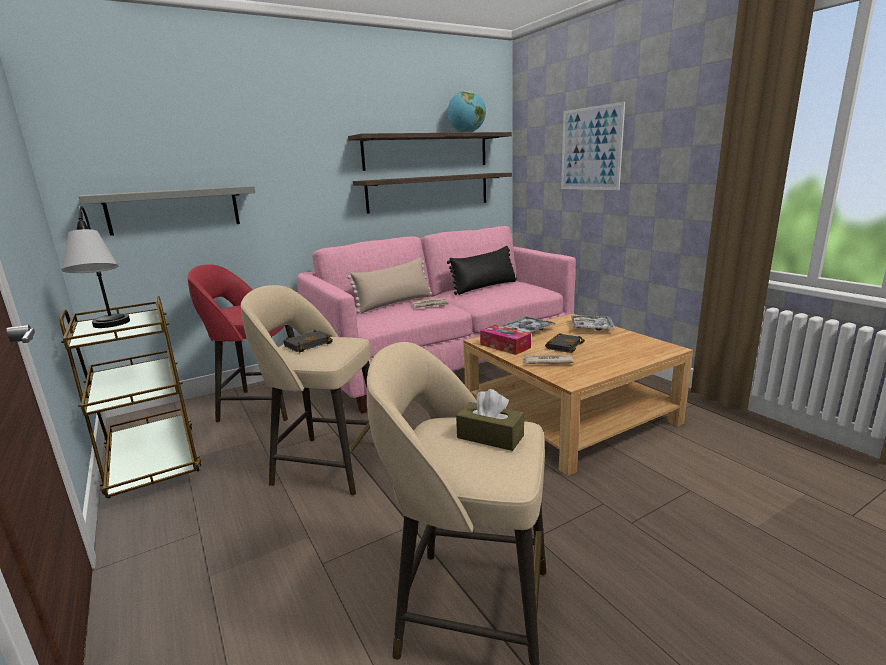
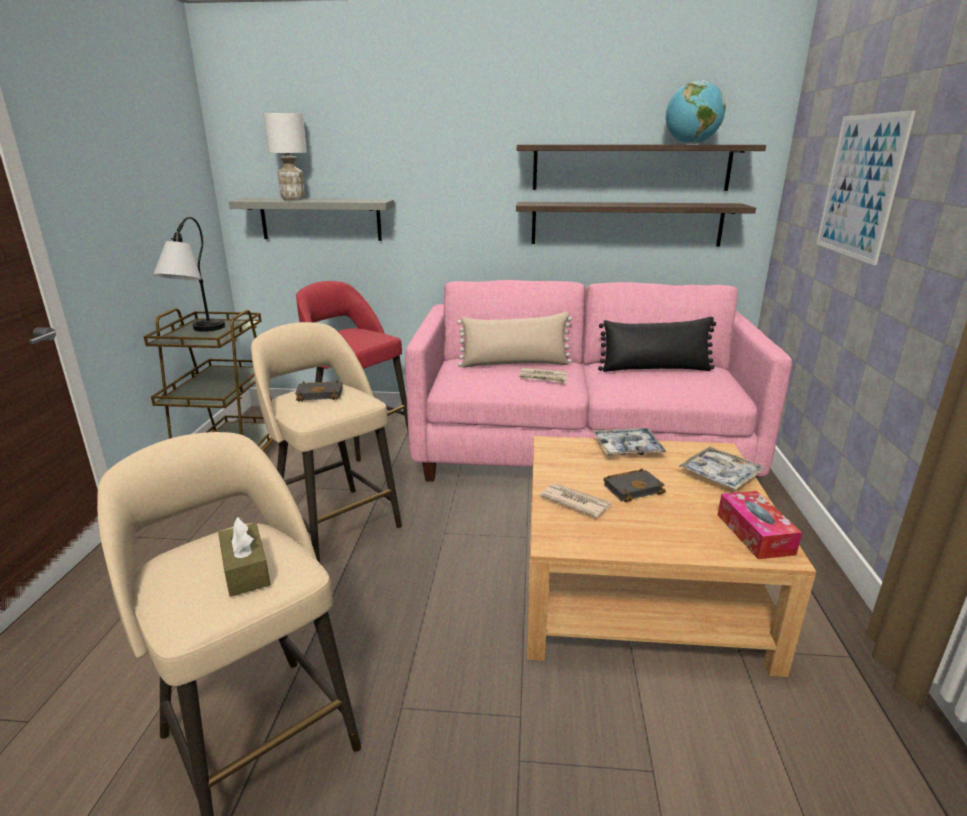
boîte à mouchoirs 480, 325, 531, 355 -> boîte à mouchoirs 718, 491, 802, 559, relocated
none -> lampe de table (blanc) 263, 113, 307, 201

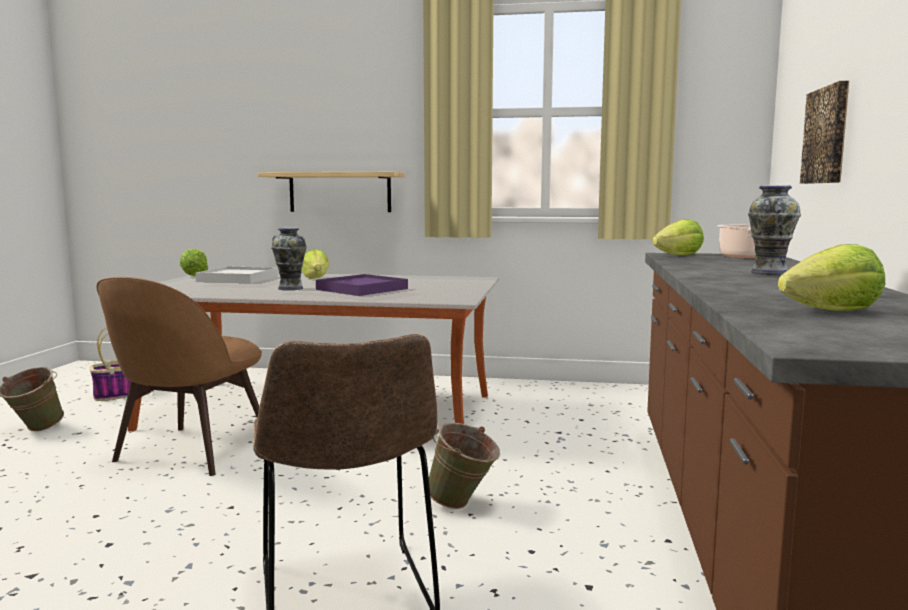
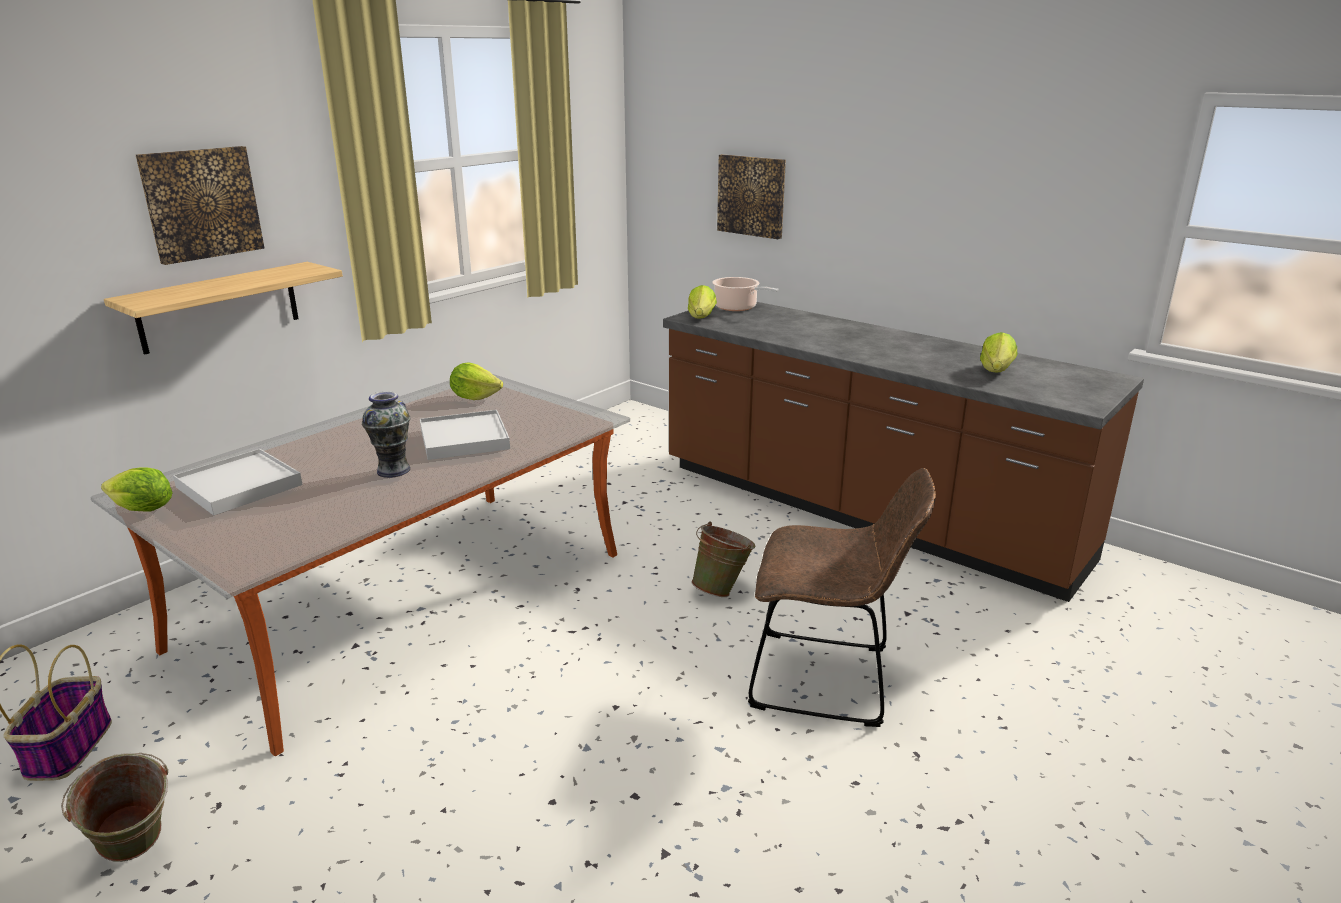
vase 748, 185, 801, 275 -> none
laitue 302, 249, 329, 279 -> laitue 450, 362, 503, 400, relocated
plateau (violet) 316, 274, 408, 296 -> plateau (blanc) 420, 410, 510, 460
chaise (marron) 97, 277, 262, 476 -> none
none -> tableau 136, 146, 264, 265

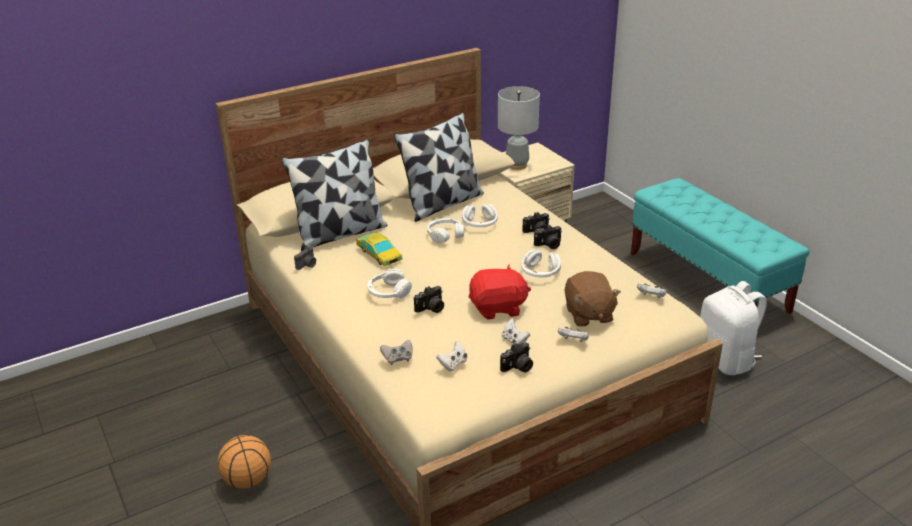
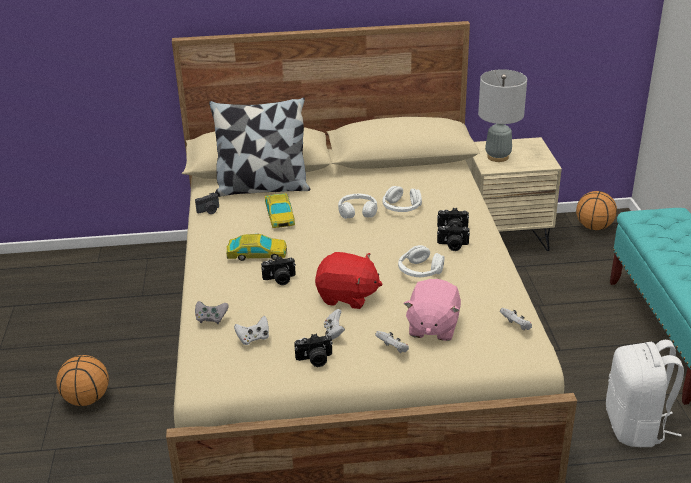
coussin 394, 112, 484, 222 -> none
casque audio (blanc) 367, 269, 412, 298 -> petite voiture 226, 234, 287, 261
peluche (marron) 565, 271, 621, 327 -> peluche (rose) 403, 279, 461, 341
none -> ballon de basket 576, 191, 617, 230

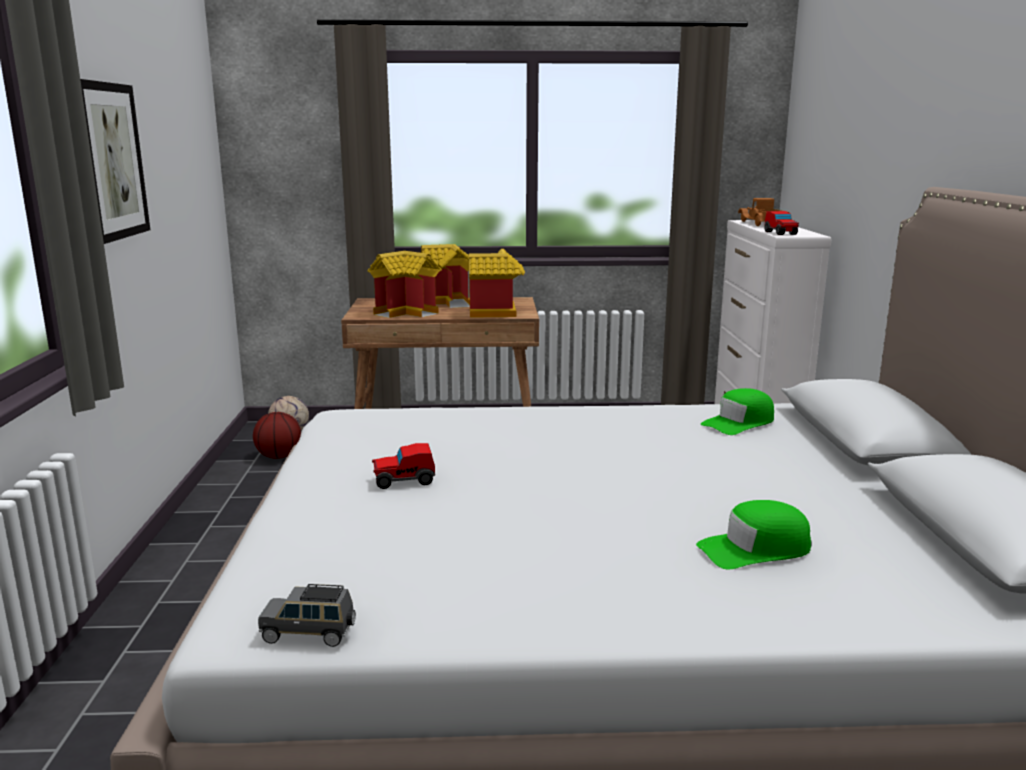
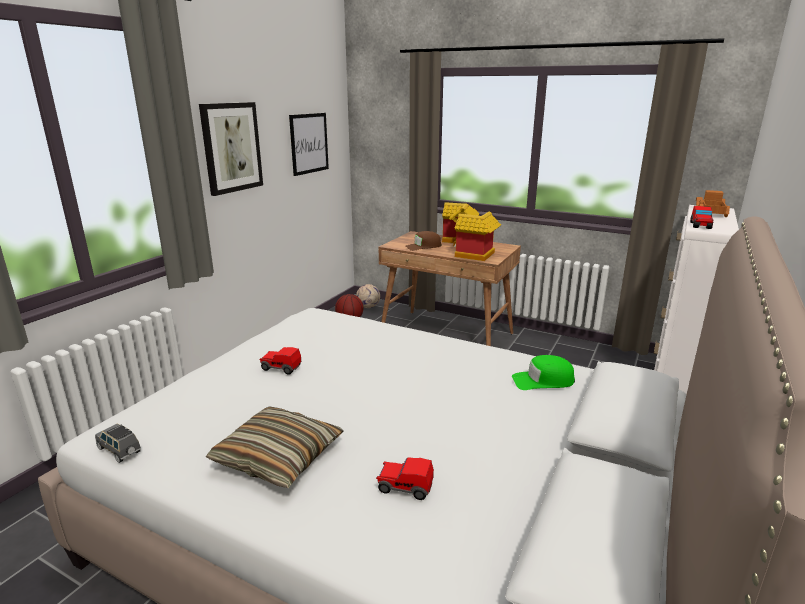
maison miniature 368, 251, 442, 318 -> casquette (marron) 405, 231, 441, 251
casquette (vert) 696, 500, 812, 570 -> petite voiture 376, 457, 434, 500
none -> tableau 289, 113, 329, 176
none -> coussin 205, 406, 344, 488

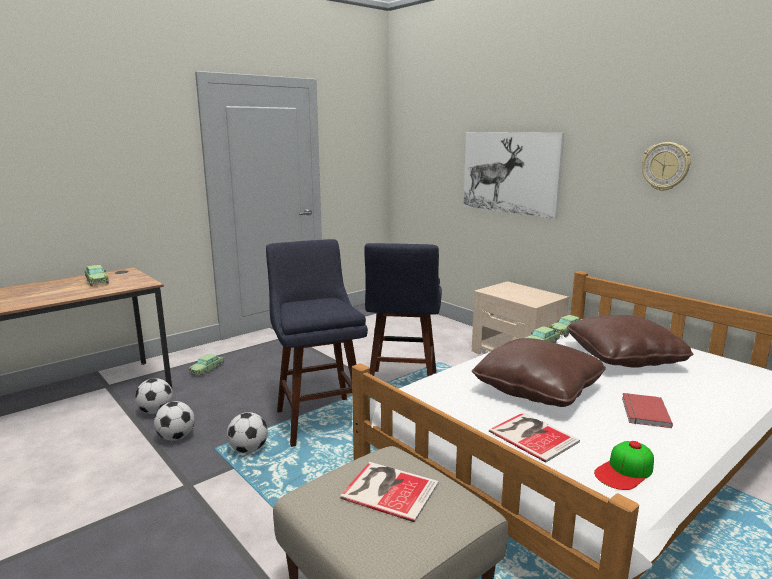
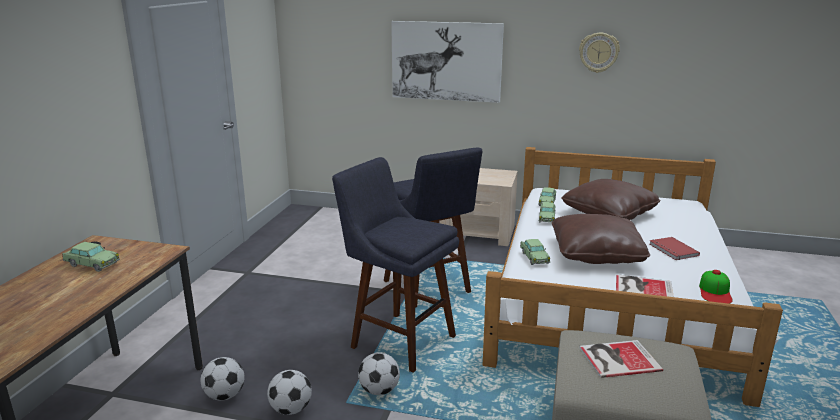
petite voiture 189, 354, 224, 376 -> petite voiture 520, 239, 550, 265, relocated

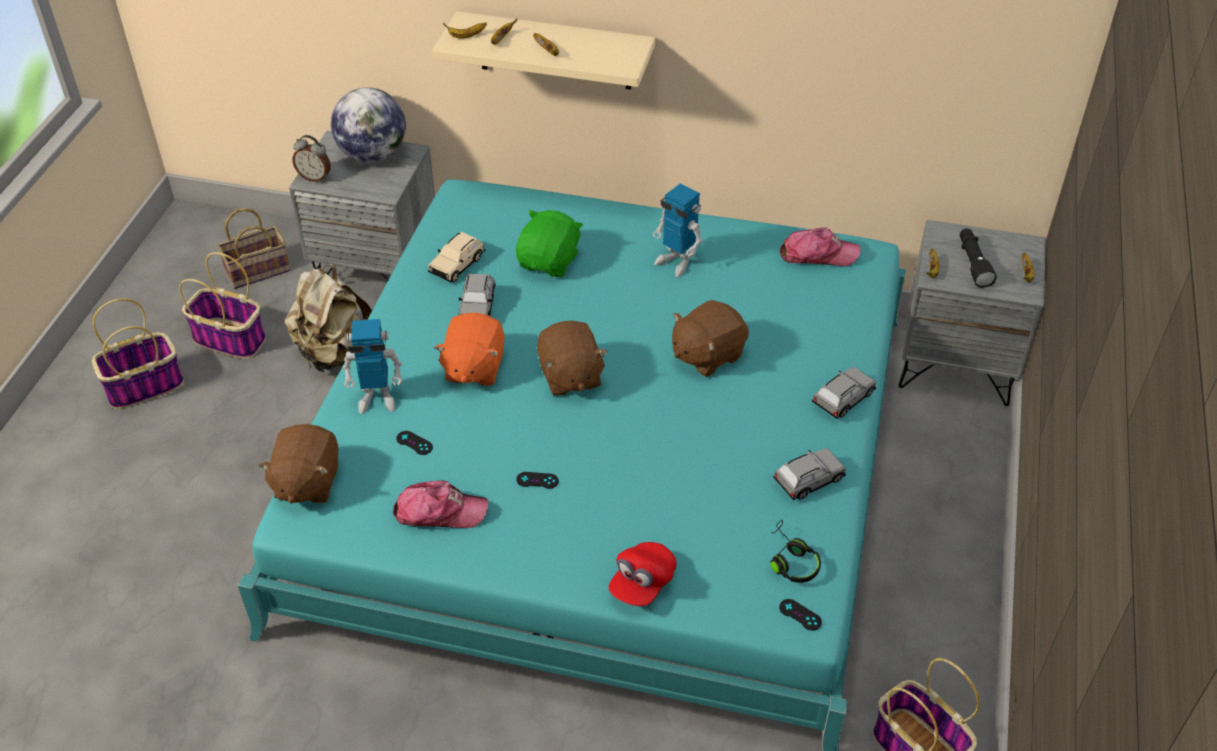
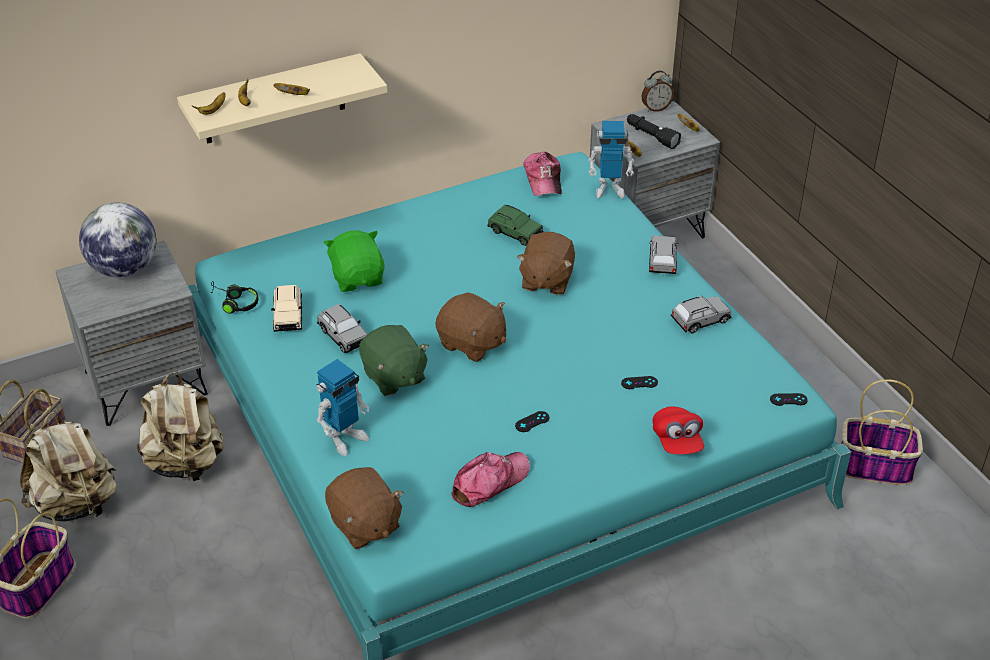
réveil 293, 135, 331, 182 -> réveil 641, 71, 674, 112, relocated
robot jouet 653, 183, 702, 277 -> robot jouet 588, 121, 634, 199, relocated
casquette 780, 227, 861, 266 -> casquette 523, 152, 562, 196, 120 degrees clockwise
panier 179, 252, 266, 359 -> sac à dos (beige) 20, 411, 117, 522
peluche (orange) 434, 313, 505, 386 -> peluche (vert) 359, 325, 429, 396
manette (noir) 396, 431, 433, 455 -> manette (noir) 621, 376, 658, 389, relocated
petite voiture (gris) 773, 448, 846, 500 -> petite voiture (gris) 671, 296, 731, 333, 45 degrees clockwise
casque audio (noir) 770, 520, 821, 583 -> casque audio (noir) 210, 281, 258, 314, relocated
none -> petite voiture (vert) 487, 205, 544, 246

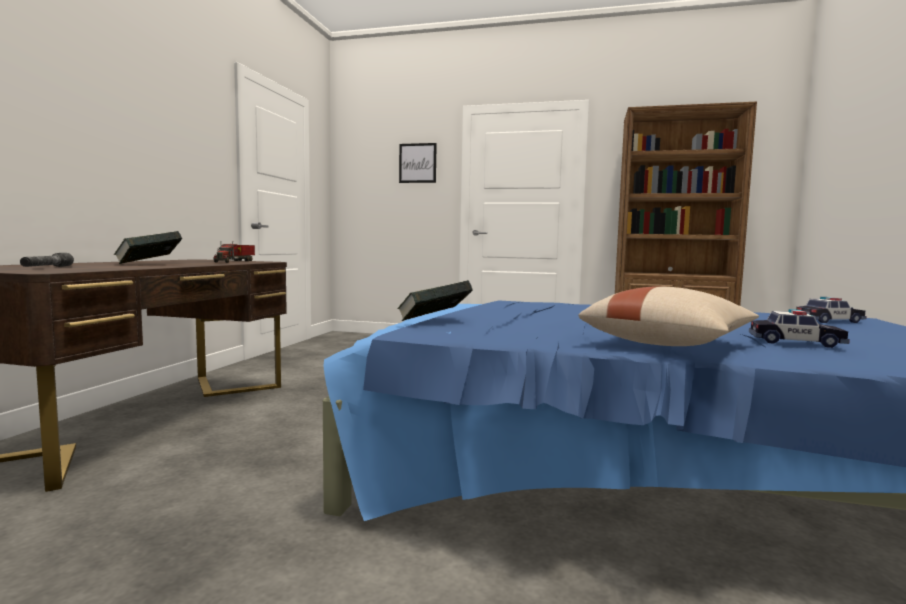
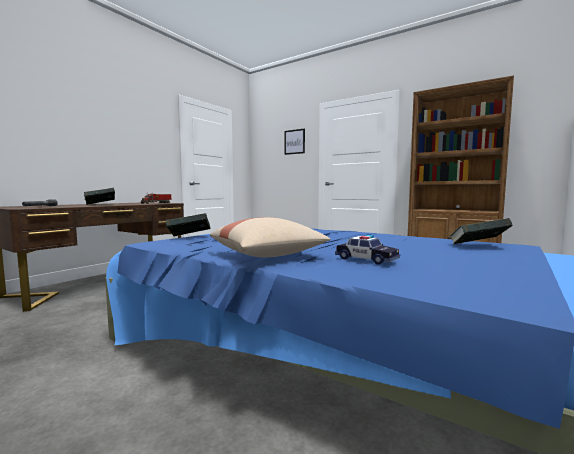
petite voiture 796, 297, 867, 323 -> livre 450, 218, 513, 244

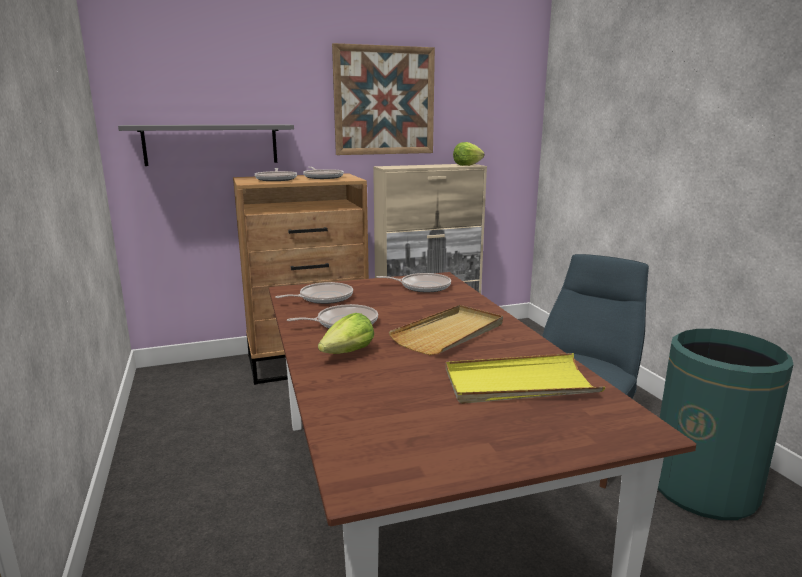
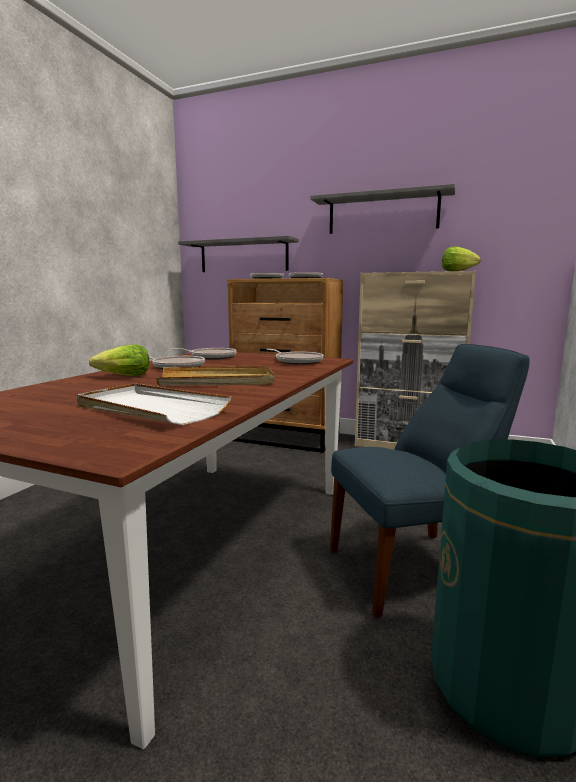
tableau 332, 43, 435, 155 -> étagère (gris) 310, 184, 455, 234
plateau (jaune) 445, 353, 605, 404 -> plateau (blanc) 77, 383, 232, 425

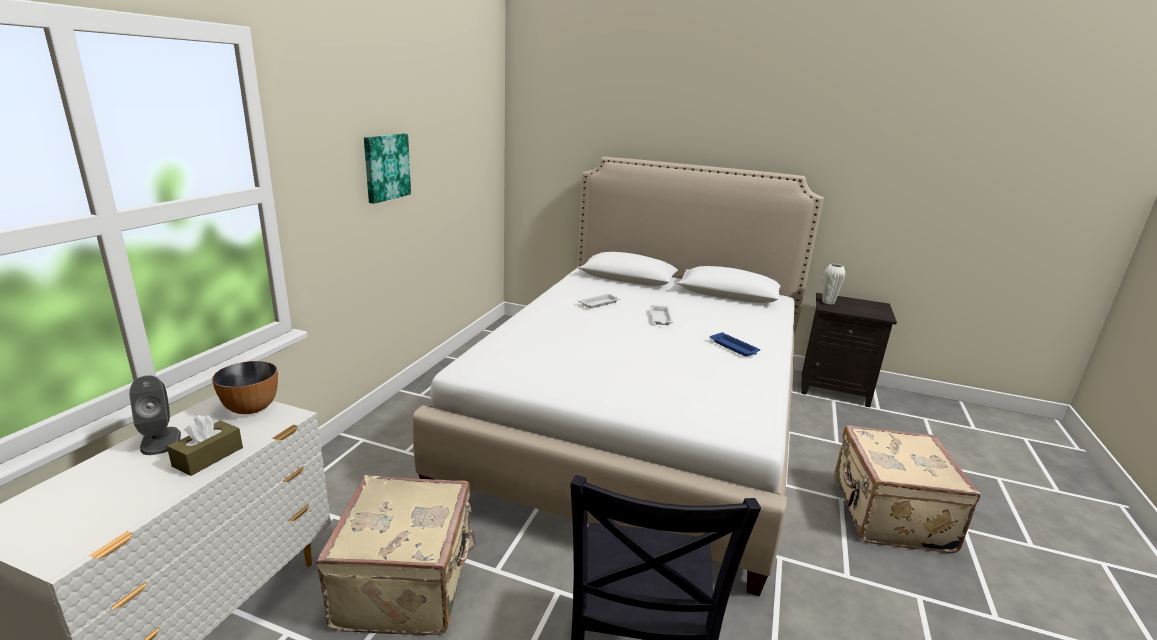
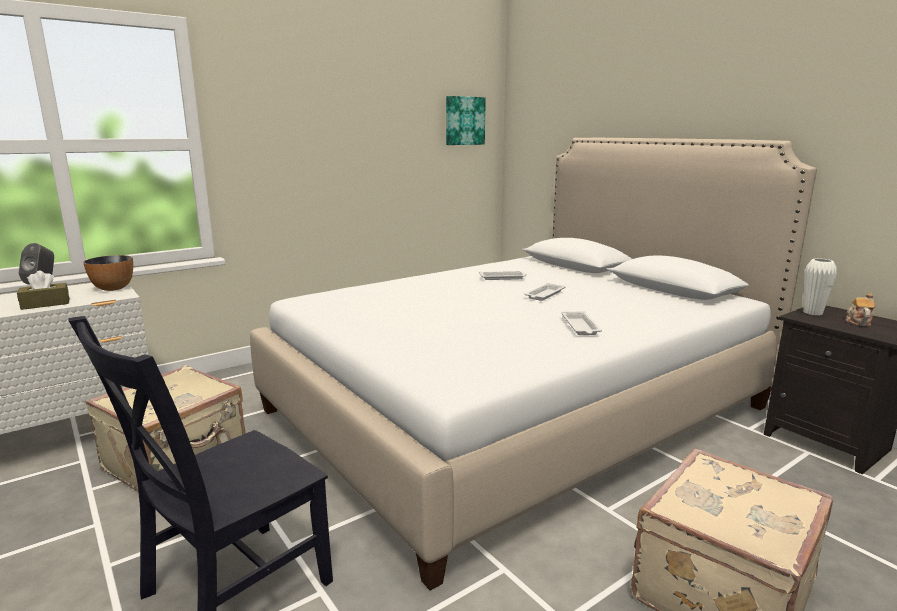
tableau 364, 133, 411, 204 -> tableau 446, 96, 486, 145, relocated
plateau (bleu) 710, 332, 760, 356 -> plateau (blanc) 561, 311, 602, 335
none -> théière 846, 293, 875, 326

